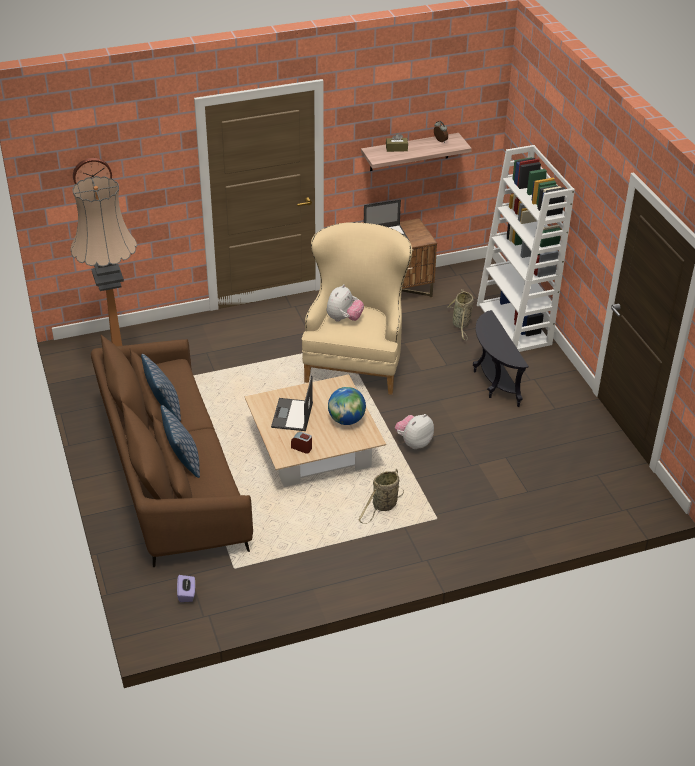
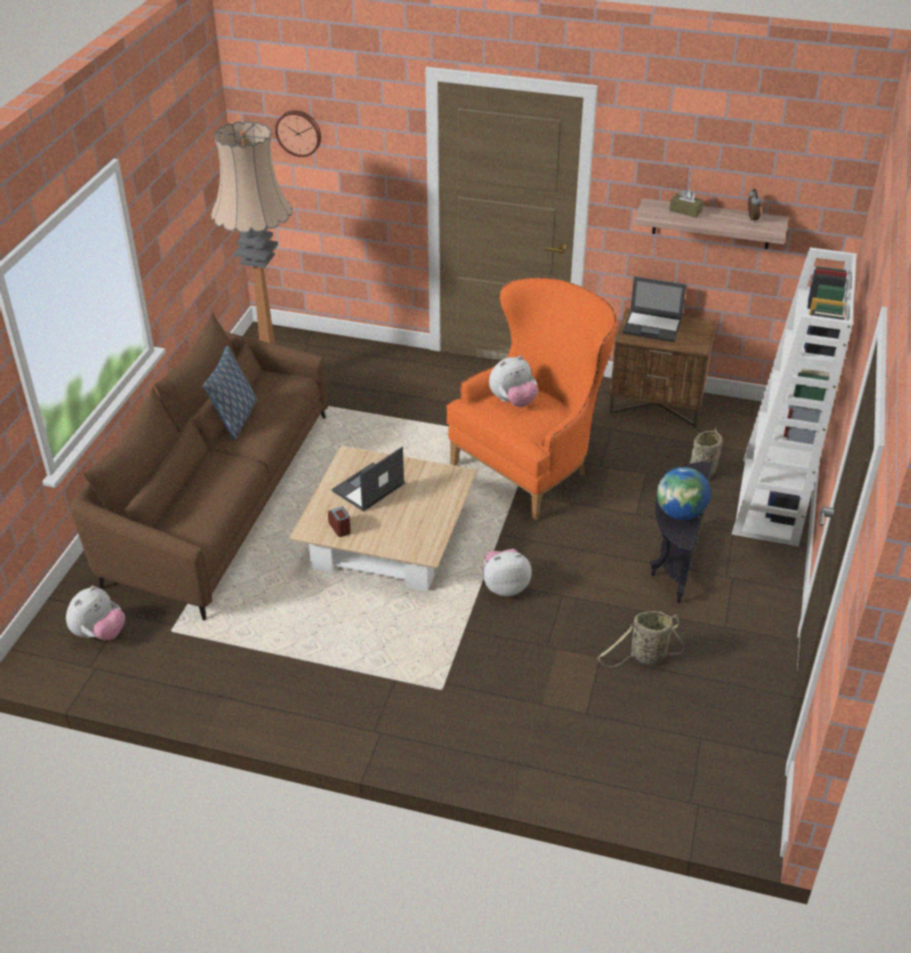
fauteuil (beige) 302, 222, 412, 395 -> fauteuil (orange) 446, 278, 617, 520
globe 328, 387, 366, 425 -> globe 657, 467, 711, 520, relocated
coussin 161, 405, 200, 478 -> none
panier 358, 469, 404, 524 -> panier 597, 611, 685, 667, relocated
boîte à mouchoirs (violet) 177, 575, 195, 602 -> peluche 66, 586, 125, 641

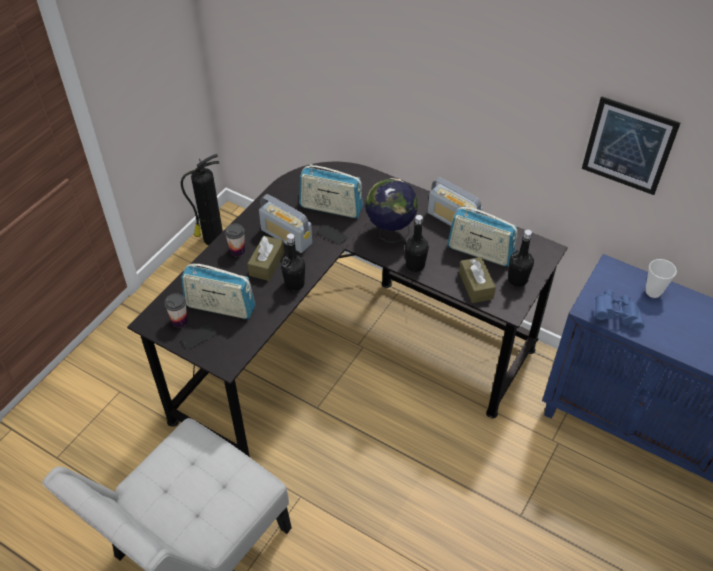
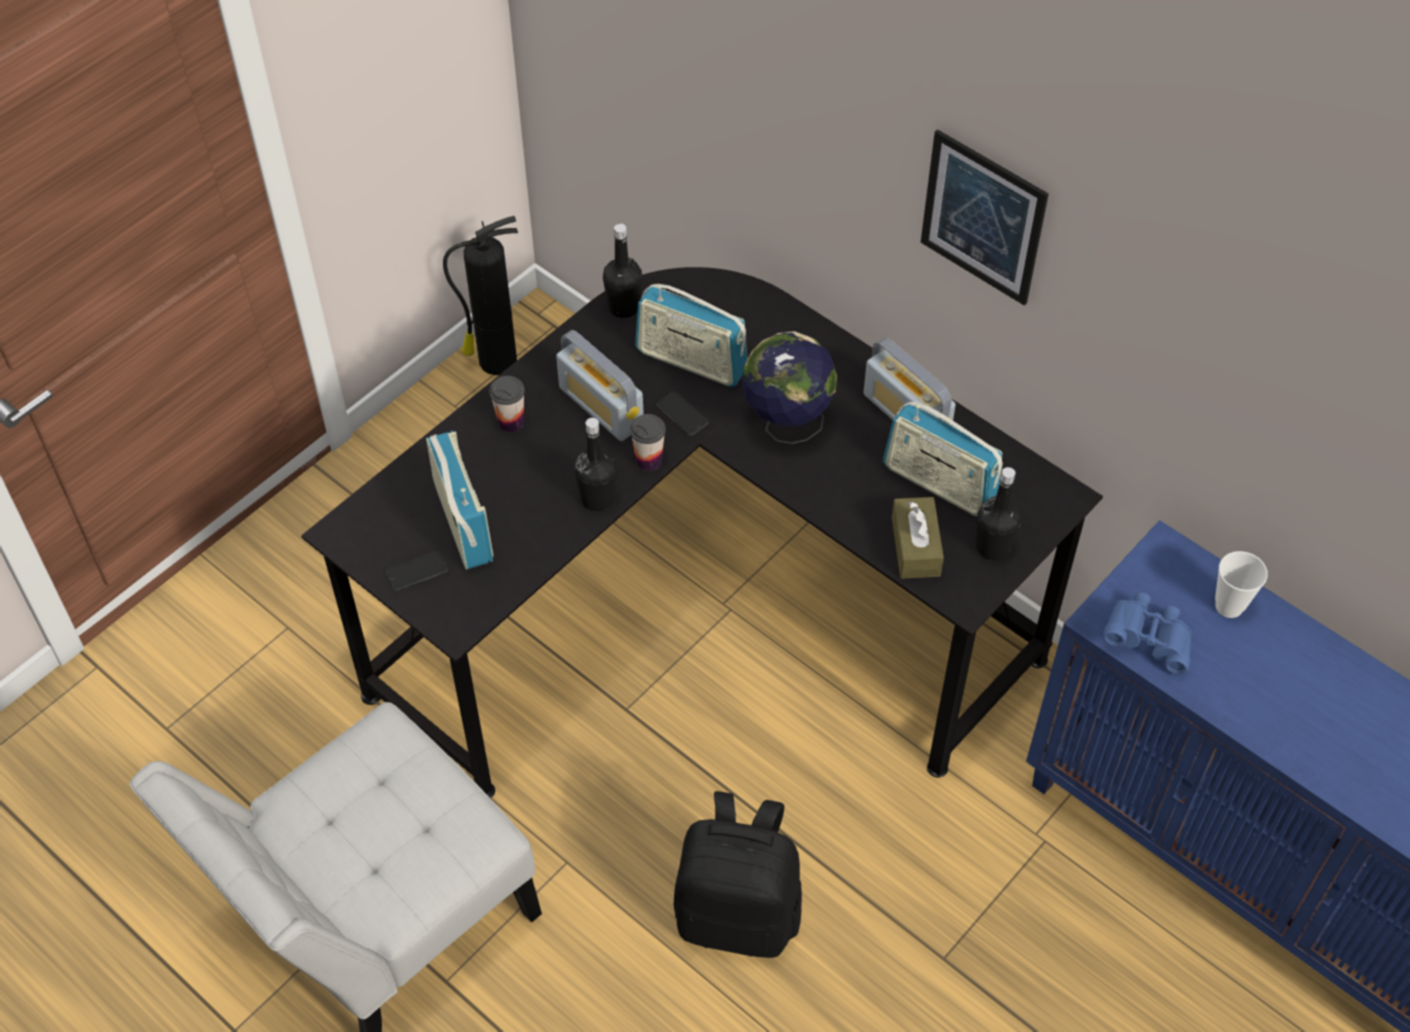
tableau 582, 96, 680, 195 -> tableau 921, 129, 1049, 306, relocated
bouteille (noir) 405, 215, 429, 272 -> bouteille (noir) 603, 223, 642, 318, relocated
boîte à mouchoirs (marron) 247, 236, 285, 281 -> none
radio 181, 264, 255, 319 -> radio 426, 431, 493, 570, 135 degrees counterclockwise
tasse 164, 293, 188, 328 -> tasse 630, 414, 666, 471, relocated
none -> sac à dos (noir) 674, 791, 802, 958

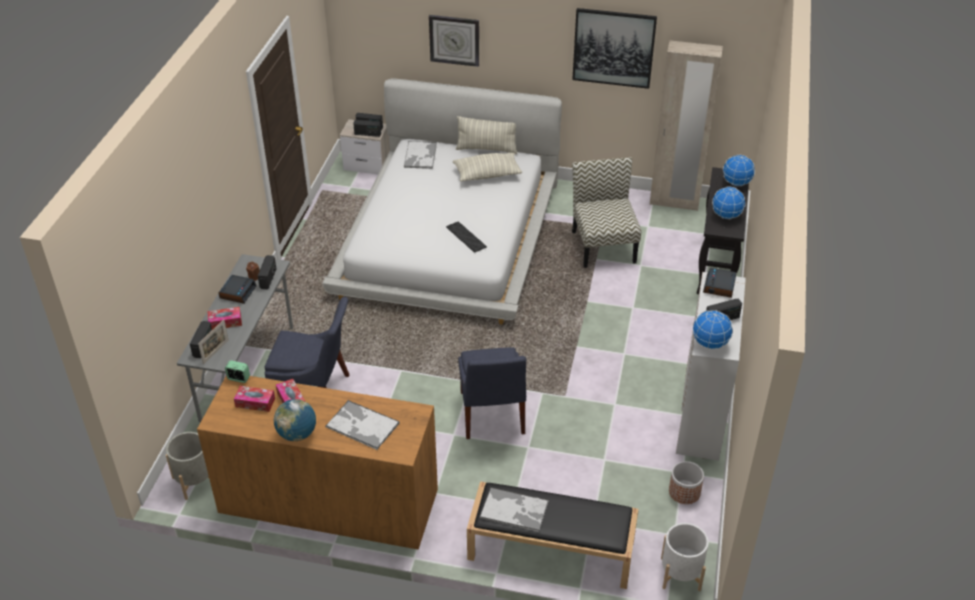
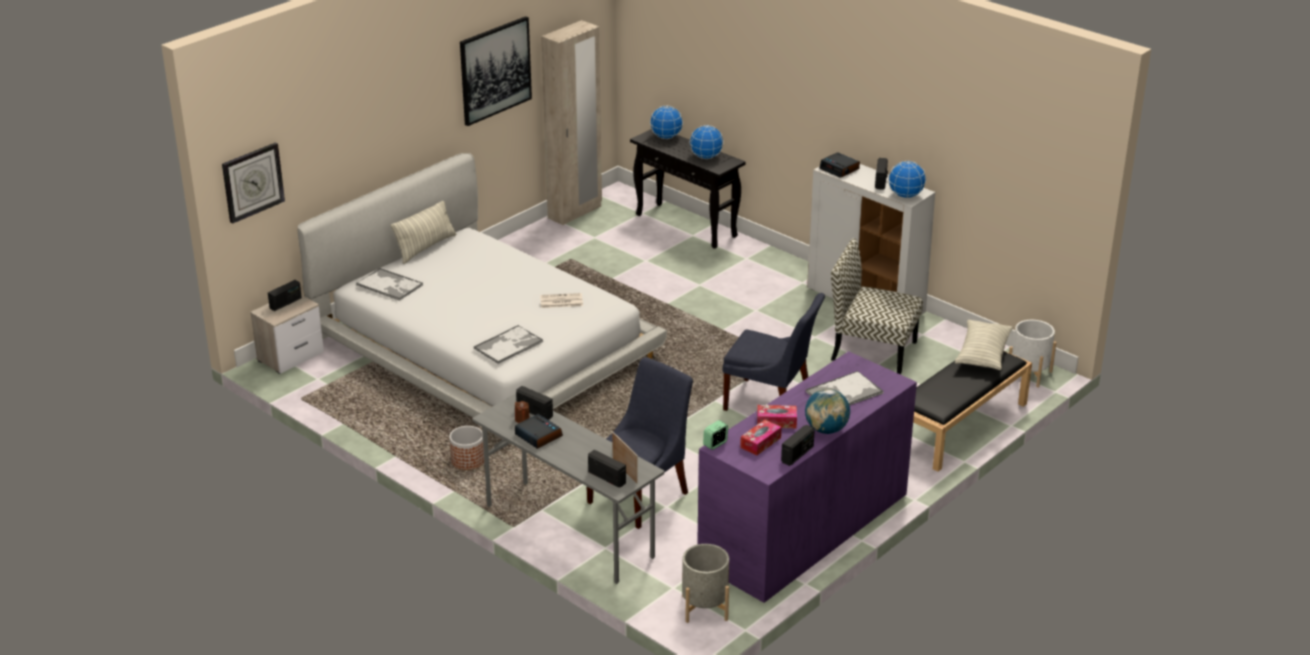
horloge murale 429, 15, 479, 67 -> horloge murale 222, 142, 285, 224, relocated
radio 353, 120, 381, 137 -> radio 781, 425, 815, 466, relocated
coussin 453, 153, 522, 181 -> coussin 955, 320, 1013, 370, relocated
chaise 572, 157, 641, 268 -> chaise 831, 238, 923, 374, relocated
clavier 446, 221, 487, 253 -> journal 540, 293, 583, 308
boîte à mouchoirs 207, 307, 242, 330 -> none
commode (marron) 197, 376, 438, 549 -> commode (violet) 697, 351, 917, 603
cache-pot 669, 461, 704, 504 -> cache-pot 449, 426, 484, 470, relocated
plateau 479, 487, 549, 532 -> plateau 474, 325, 543, 364, relocated

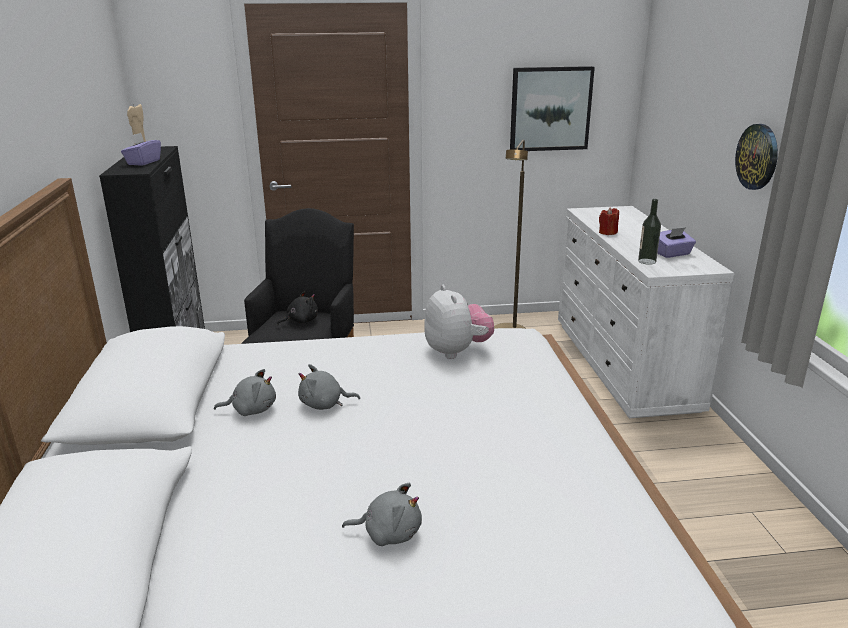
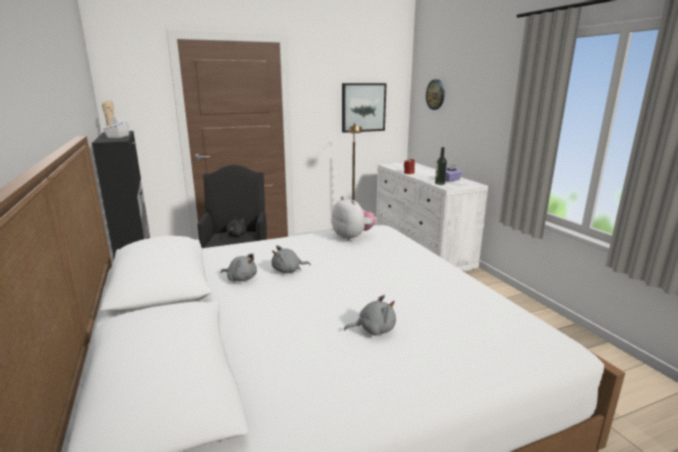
horloge murale 735, 124, 778, 190 -> horloge murale 426, 79, 445, 110, relocated
boîte à mouchoirs (violet) 121, 133, 161, 166 -> boîte à mouchoirs (blanc) 103, 117, 129, 138
peluche (gris) 214, 369, 276, 416 -> peluche (gris) 221, 253, 257, 281, 45 degrees clockwise

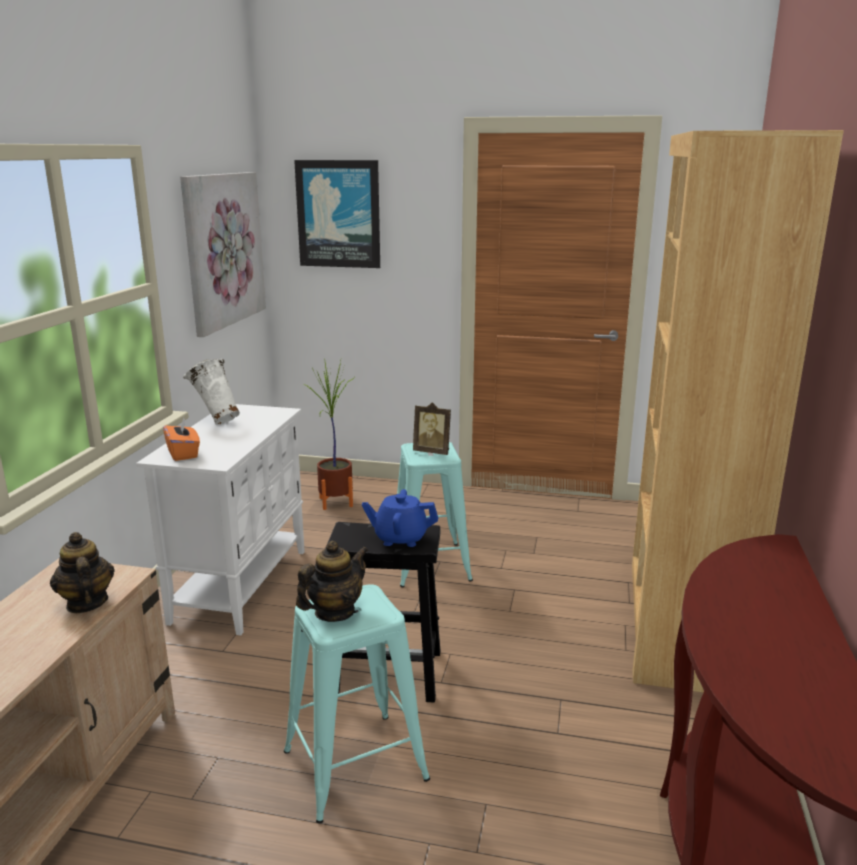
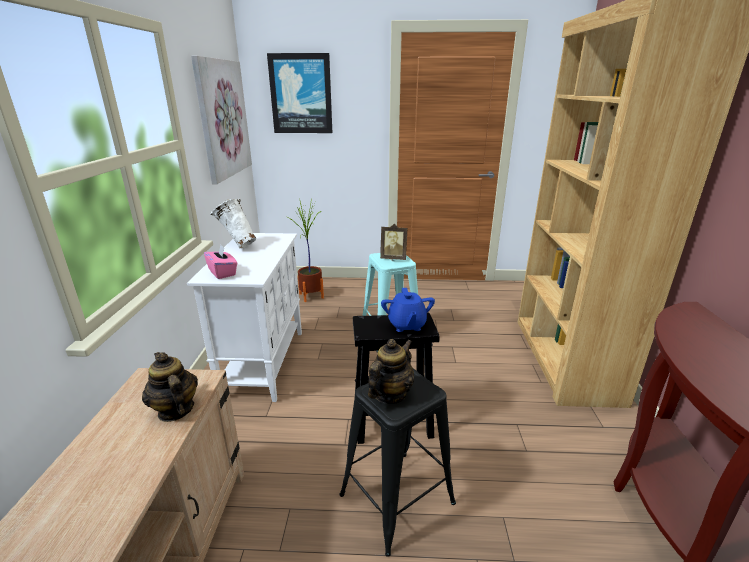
boîte à mouchoirs (orange) 163, 417, 200, 461 -> boîte à mouchoirs (rose) 204, 245, 238, 279
théière (bleu) 362, 489, 438, 547 -> théière (bleu) 381, 288, 435, 332, 90 degrees counterclockwise
tabouret (turquoise) 284, 584, 430, 823 -> tabouret (noir) 339, 368, 456, 557

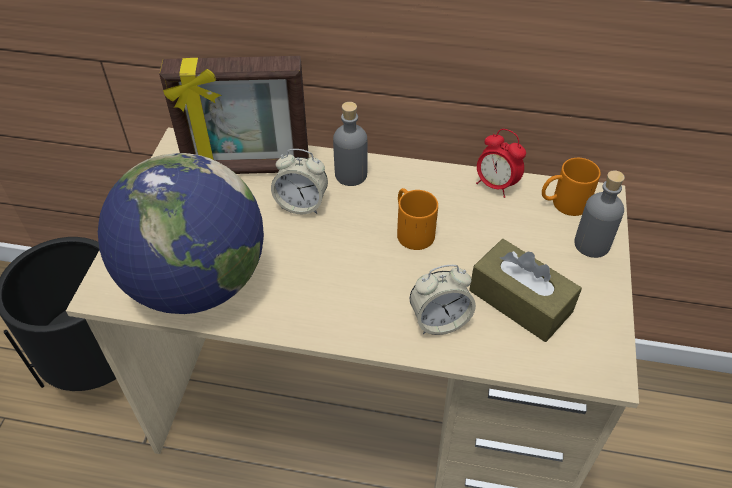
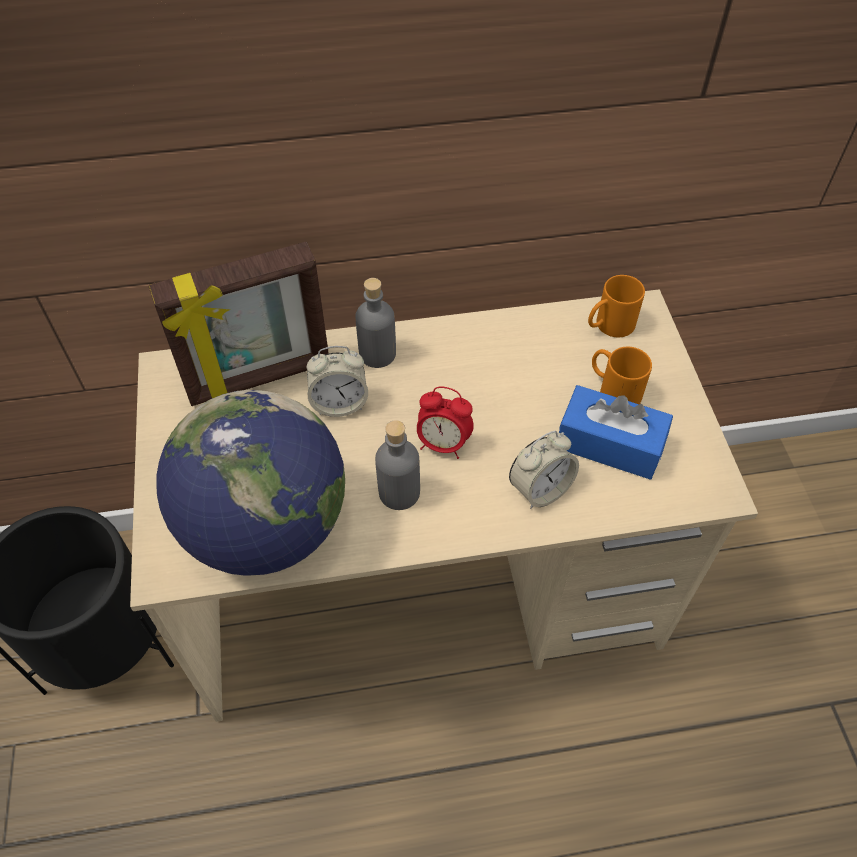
réveil 476, 129, 526, 198 -> réveil 417, 386, 474, 459, relocated
bouteille (gris) 574, 170, 625, 258 -> bouteille (gris) 375, 420, 420, 510, relocated
mug (orange) 397, 188, 438, 250 -> mug (orange) 592, 347, 652, 404, relocated
boîte à mouchoirs (marron) 469, 239, 582, 342 -> boîte à mouchoirs (bleu) 559, 385, 673, 480

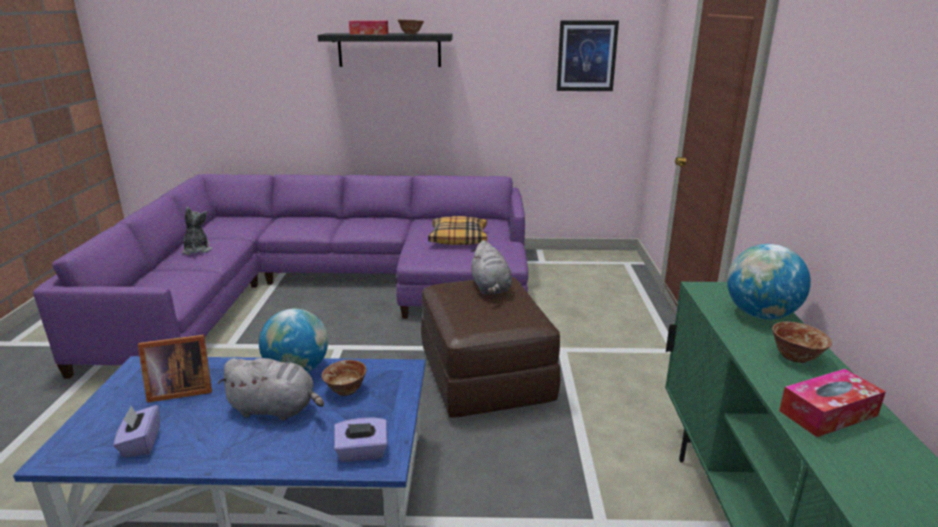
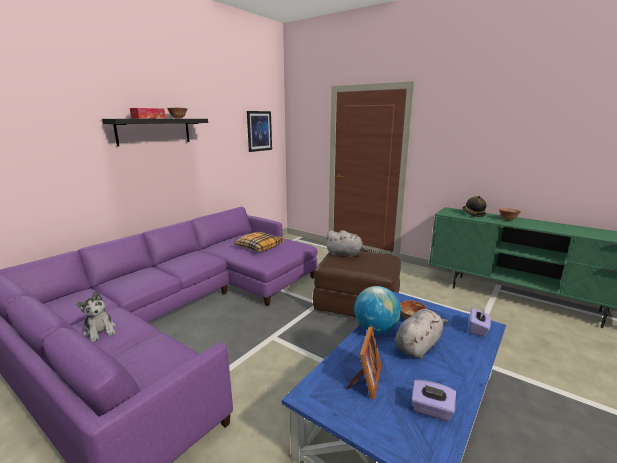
peluche 182, 207, 212, 255 -> peluche 76, 291, 116, 342, 150 degrees counterclockwise
globe 727, 244, 811, 319 -> chapeau 463, 196, 486, 217
boîte à mouchoirs 779, 369, 886, 437 -> none

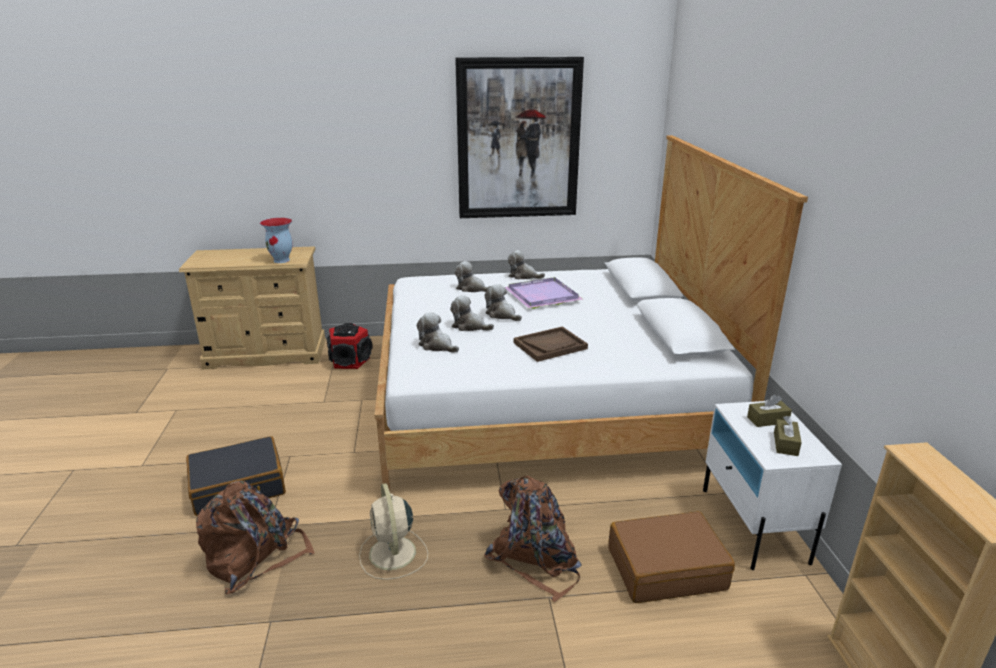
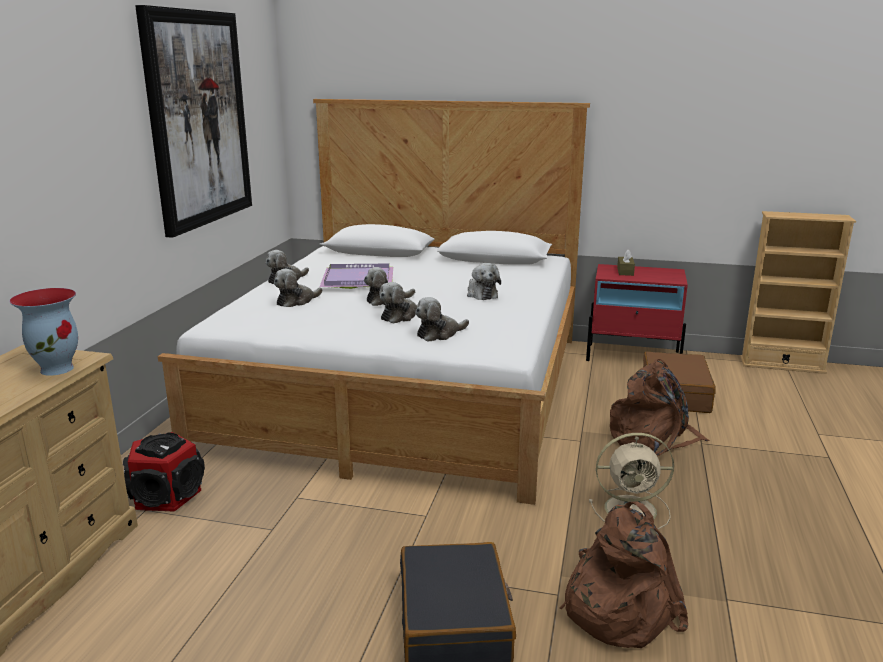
plateau (marron) 514, 326, 588, 362 -> peluche 467, 263, 501, 300
table de chevet (blanc) 703, 400, 842, 570 -> table de chevet (rouge) 586, 264, 688, 361
boîte à mouchoirs (marron) 774, 416, 802, 456 -> none

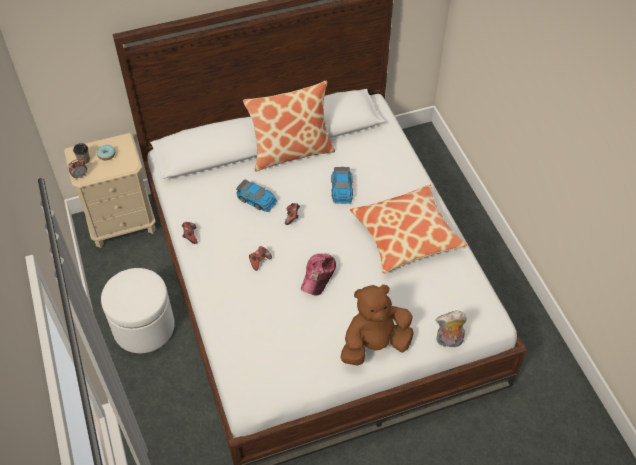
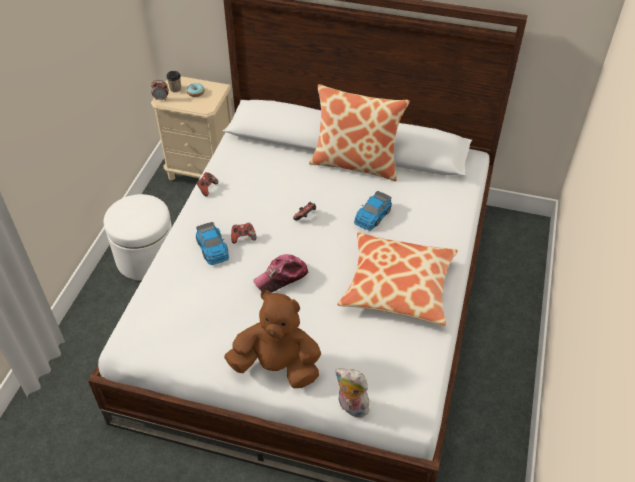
petite voiture 236, 179, 277, 212 -> petite voiture 196, 222, 229, 265, relocated

